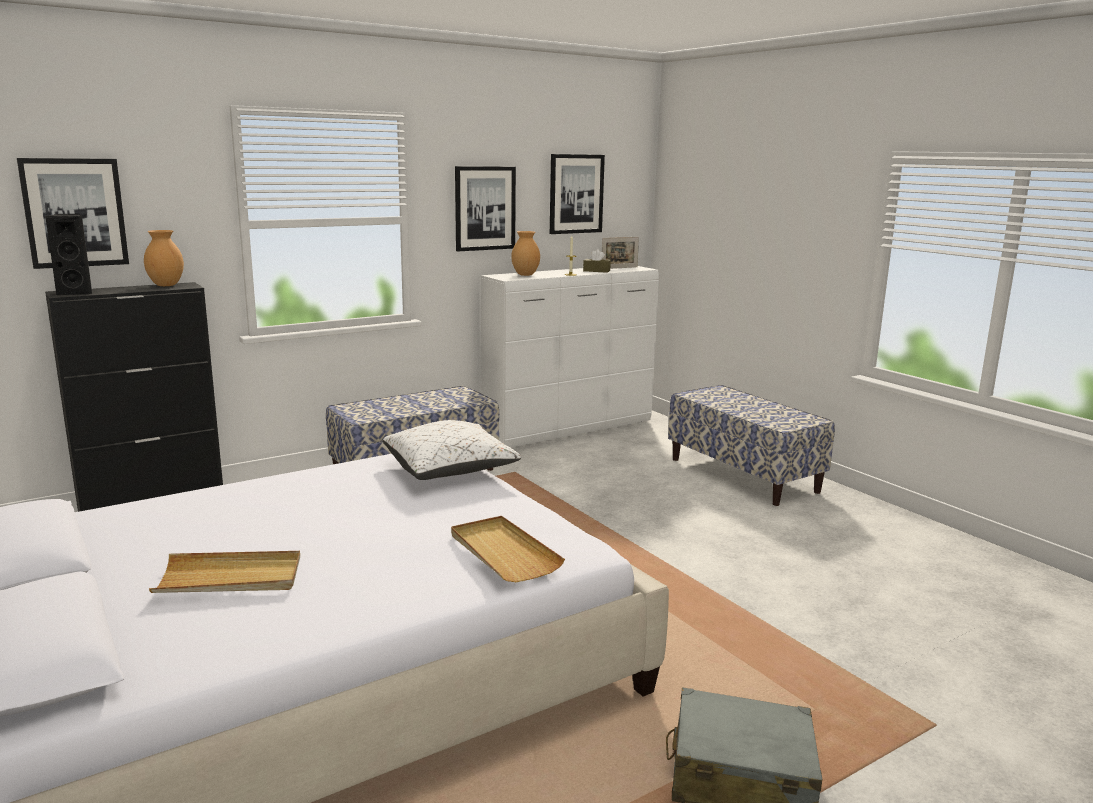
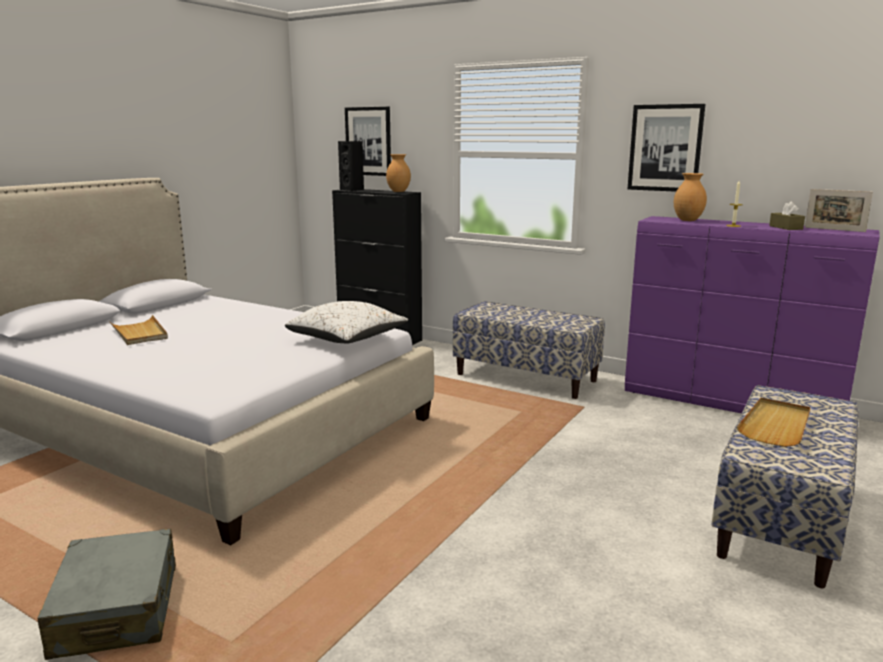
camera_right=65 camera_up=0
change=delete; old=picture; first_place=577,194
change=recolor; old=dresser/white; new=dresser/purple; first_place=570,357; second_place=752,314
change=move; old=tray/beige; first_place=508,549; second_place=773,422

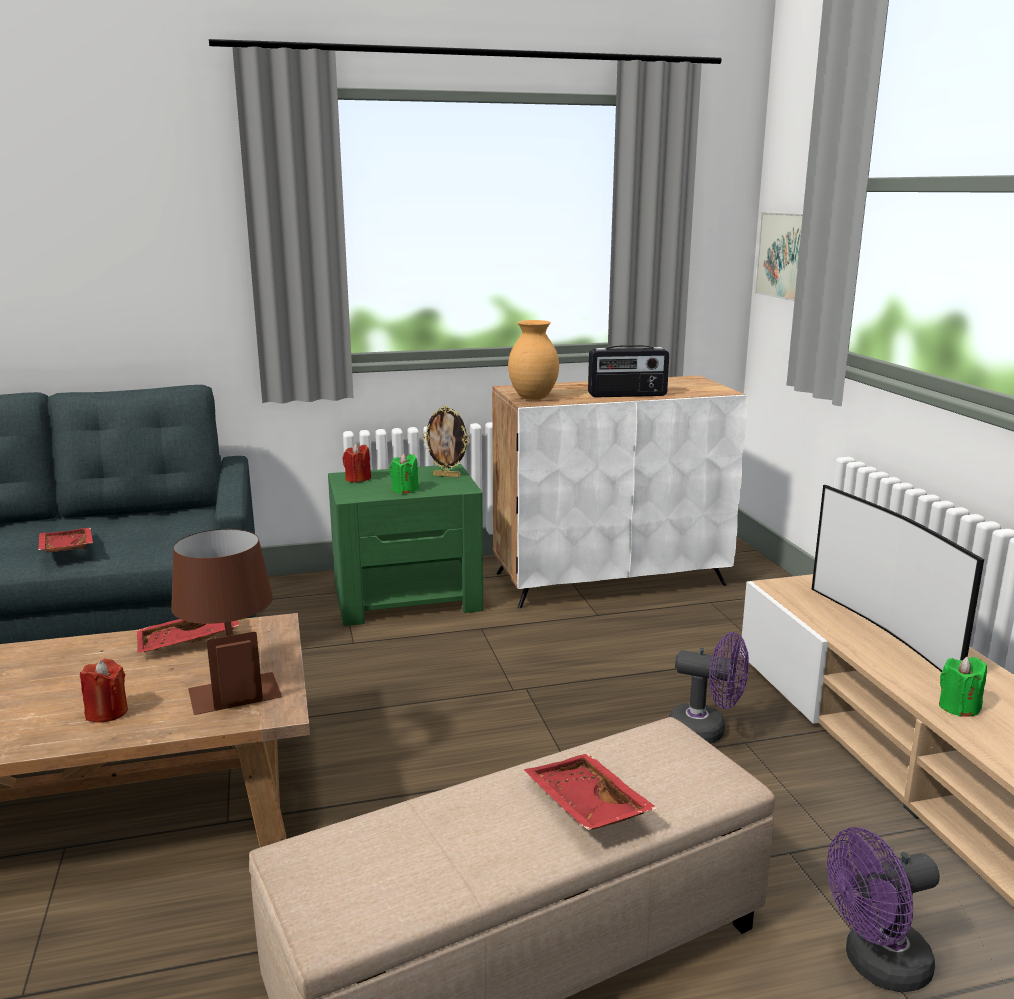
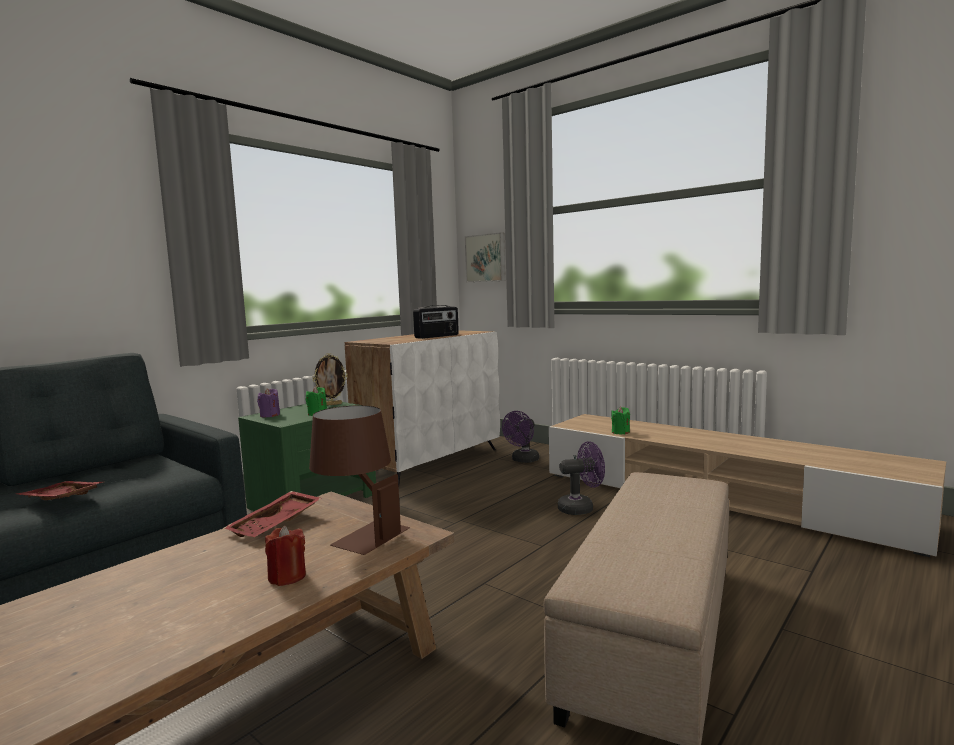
camera_right=-35 camera_up=-10
change=delete; old=vase/brown; first_place=533,360
change=recolor; old=candle/red; new=candle/purple; first_place=357,463; second_place=268,402
change=delete; old=television; first_place=898,578
change=move; old=candle/green; first_place=963,687; second_place=620,420
change=delete; old=tray/red; first_place=590,791
change=move; old=fan/purple; first_place=883,909; second_place=520,437

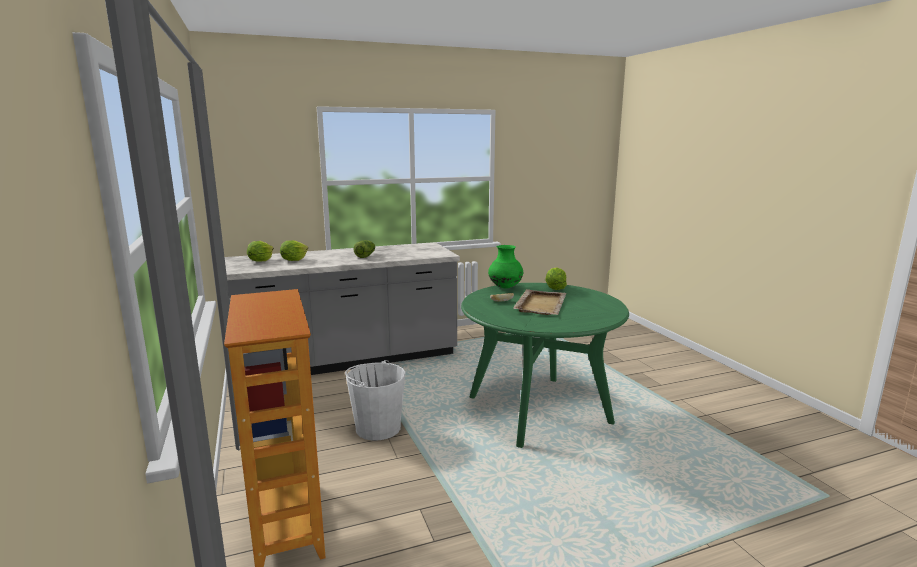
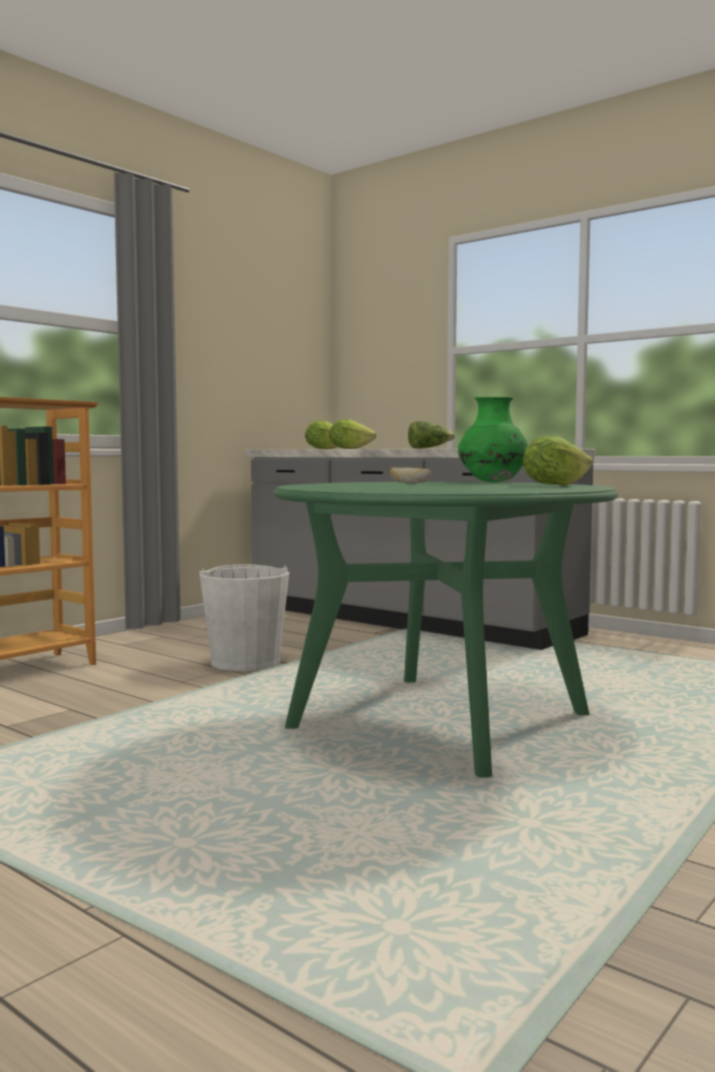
camera_right=60 camera_up=-10
change=delete; old=tray/beige; first_place=539,302

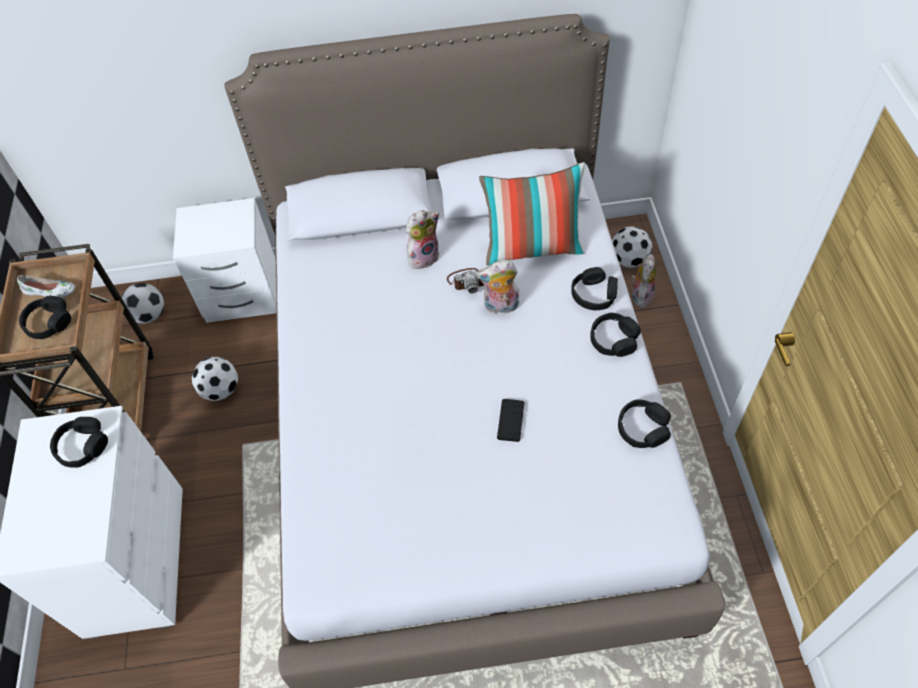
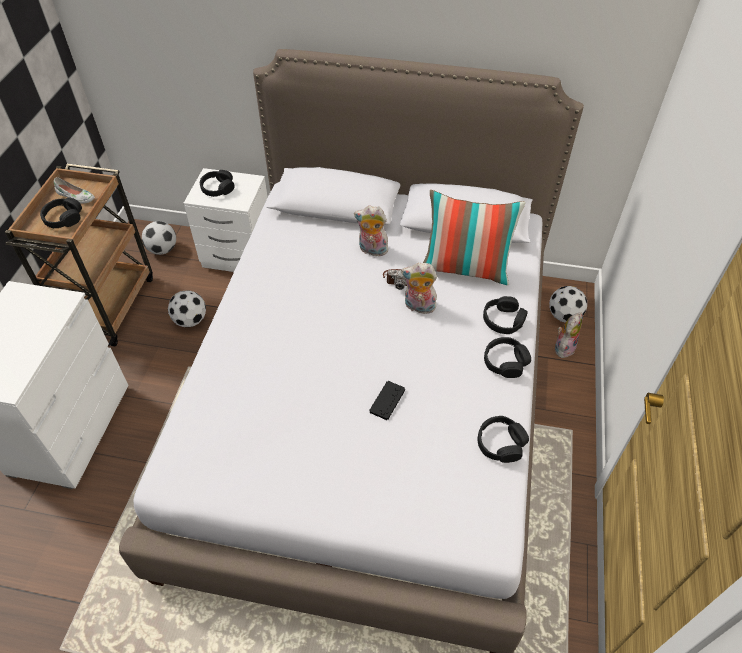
camera_right=15 camera_up=-5
change=rotate; old=plush toy; first_place=422,239; second_place=371,231; degrees=-150
change=move; old=headphones/black; first_place=79,442; second_place=217,183

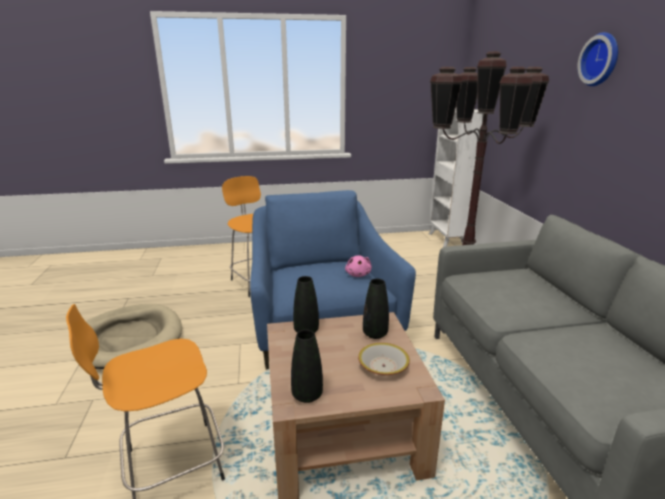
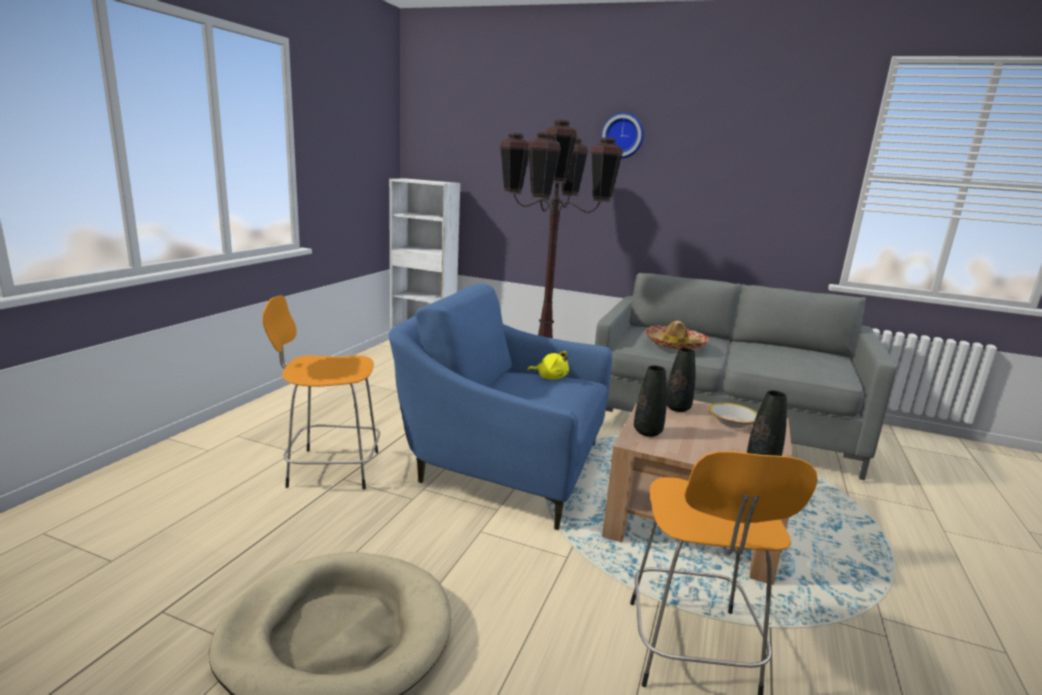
camera_right=-60 camera_up=-5
change=recolor; old=plush toy/pink; new=plush toy/yellow; first_place=358,266; second_place=548,365
change=insert; new=hat; second_place=677,335

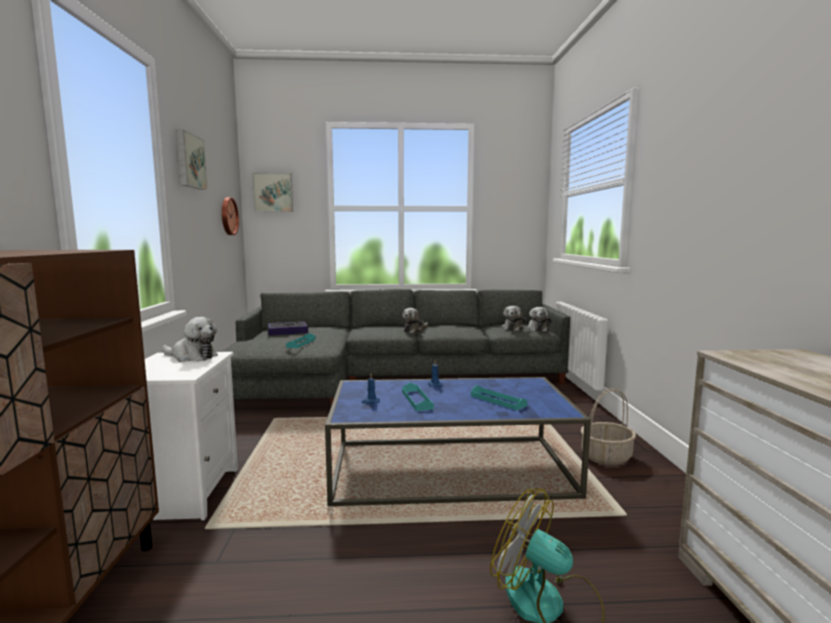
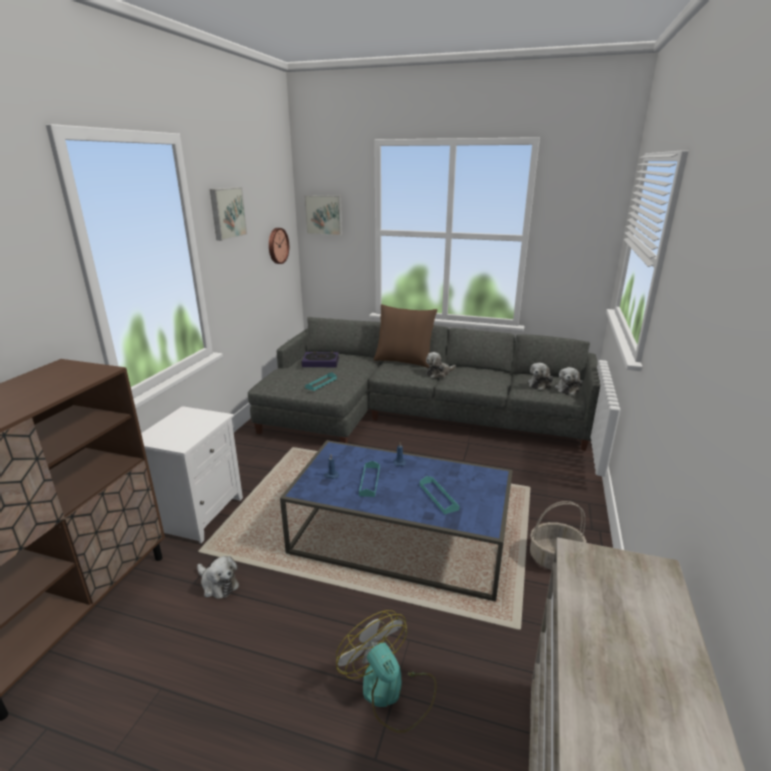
camera_right=20 camera_up=15
change=move; old=plush toy; first_place=190,339; second_place=218,577
change=insert; new=pillow/brown; second_place=405,336

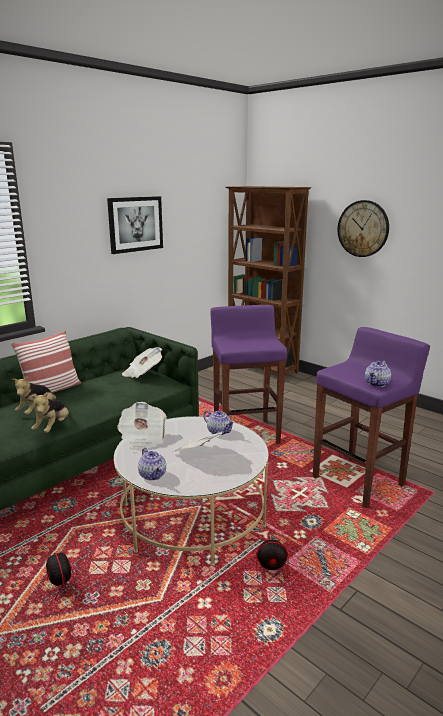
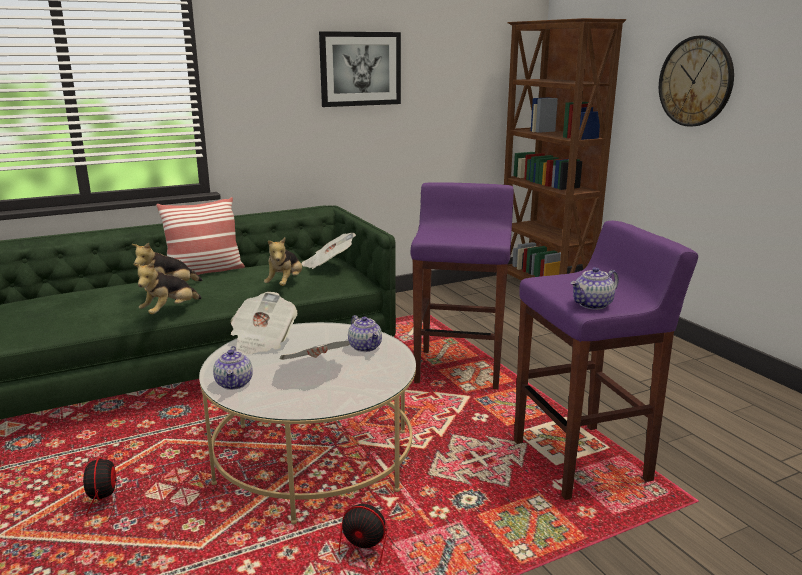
camera_right=20 camera_up=0
change=insert; new=plush toy; second_place=283,262

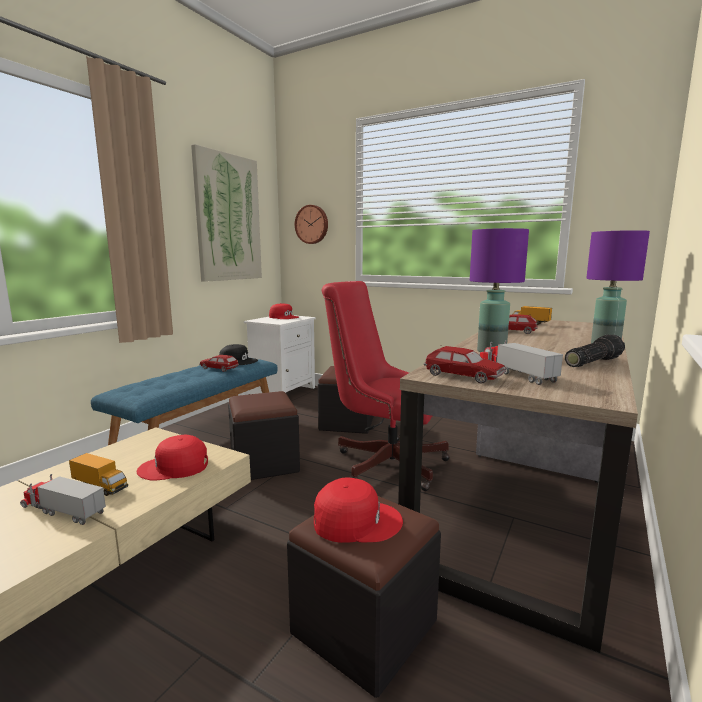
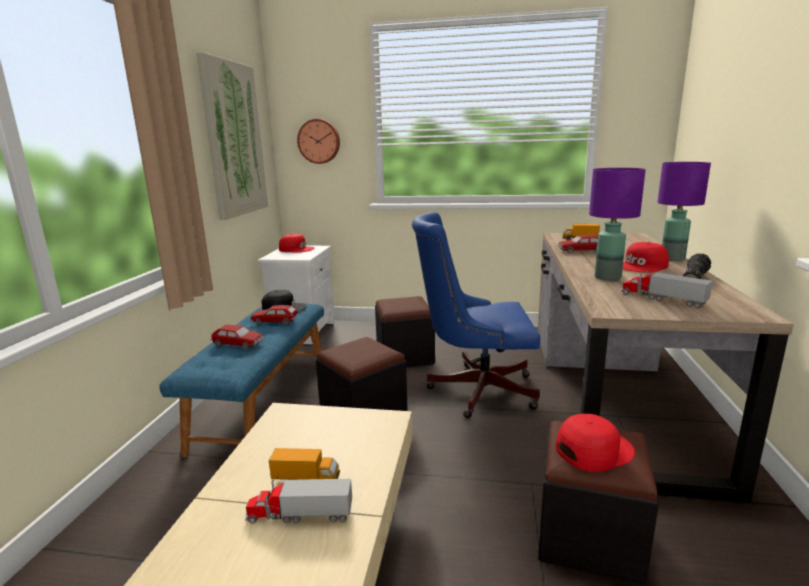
camera_right=-20 camera_up=5
change=recolor; old=office chair/red; new=office chair/blue; first_place=386,386; second_place=476,315
change=move; old=toy car; first_place=465,365; second_place=238,337
change=move; old=cap/red; first_place=172,458; second_place=646,257

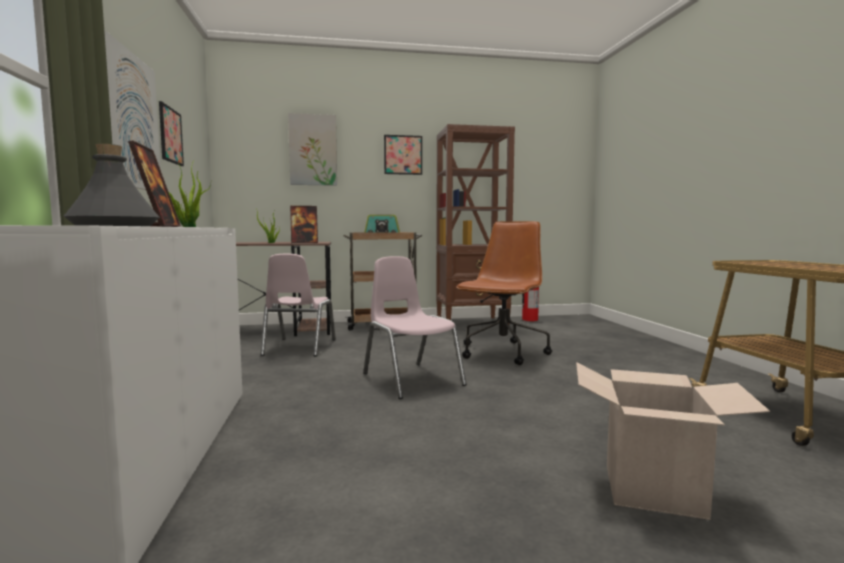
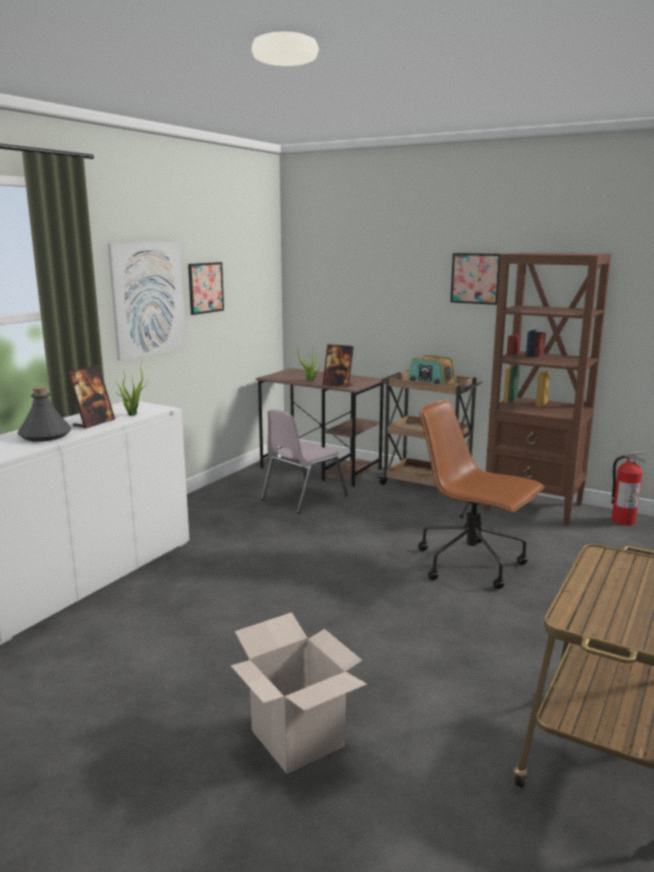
camera_right=40 camera_up=10
change=delete; old=picture; first_place=312,149
change=rotate; old=office chair/brown; first_place=504,293; second_place=481,494; degrees=-120
change=delete; old=chair/pink; first_place=415,327

